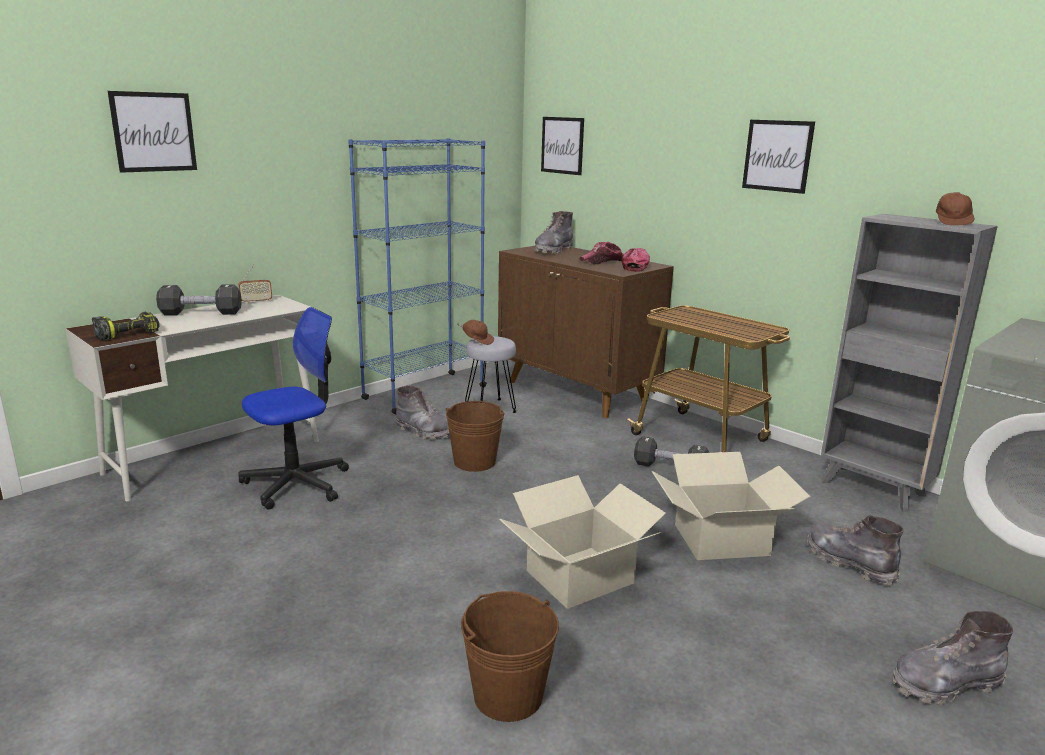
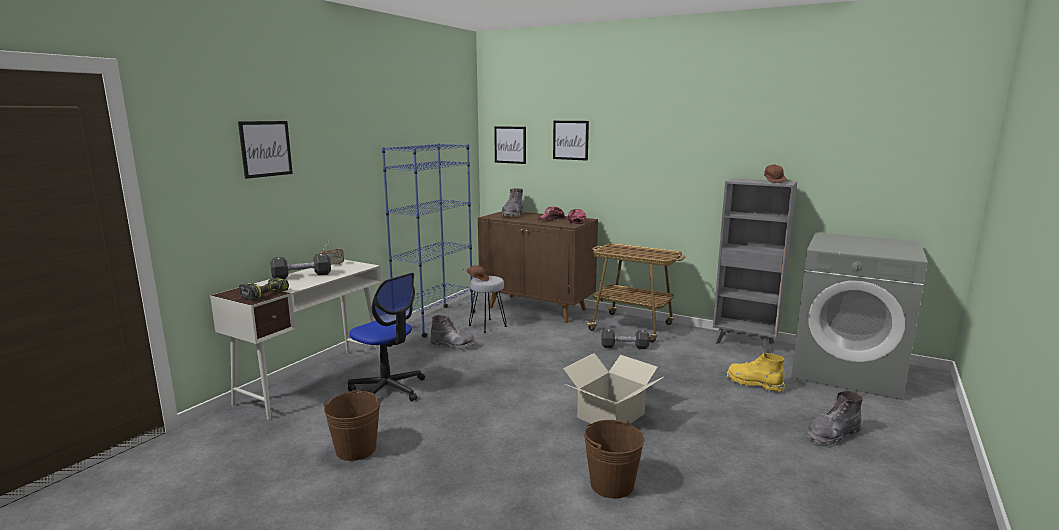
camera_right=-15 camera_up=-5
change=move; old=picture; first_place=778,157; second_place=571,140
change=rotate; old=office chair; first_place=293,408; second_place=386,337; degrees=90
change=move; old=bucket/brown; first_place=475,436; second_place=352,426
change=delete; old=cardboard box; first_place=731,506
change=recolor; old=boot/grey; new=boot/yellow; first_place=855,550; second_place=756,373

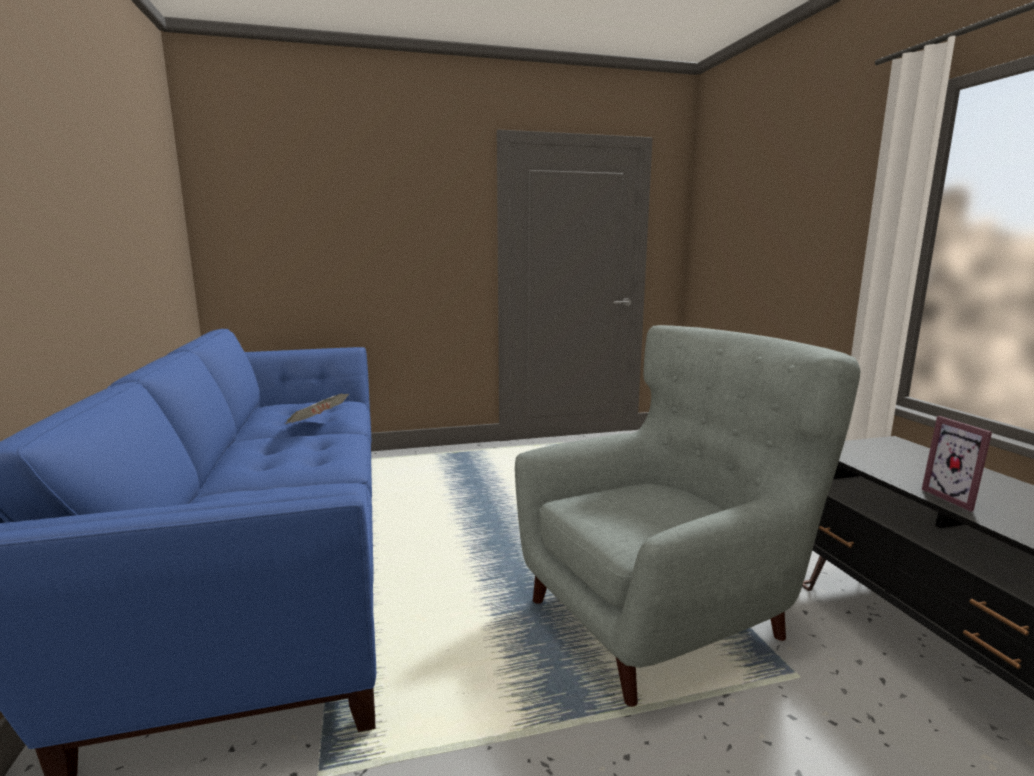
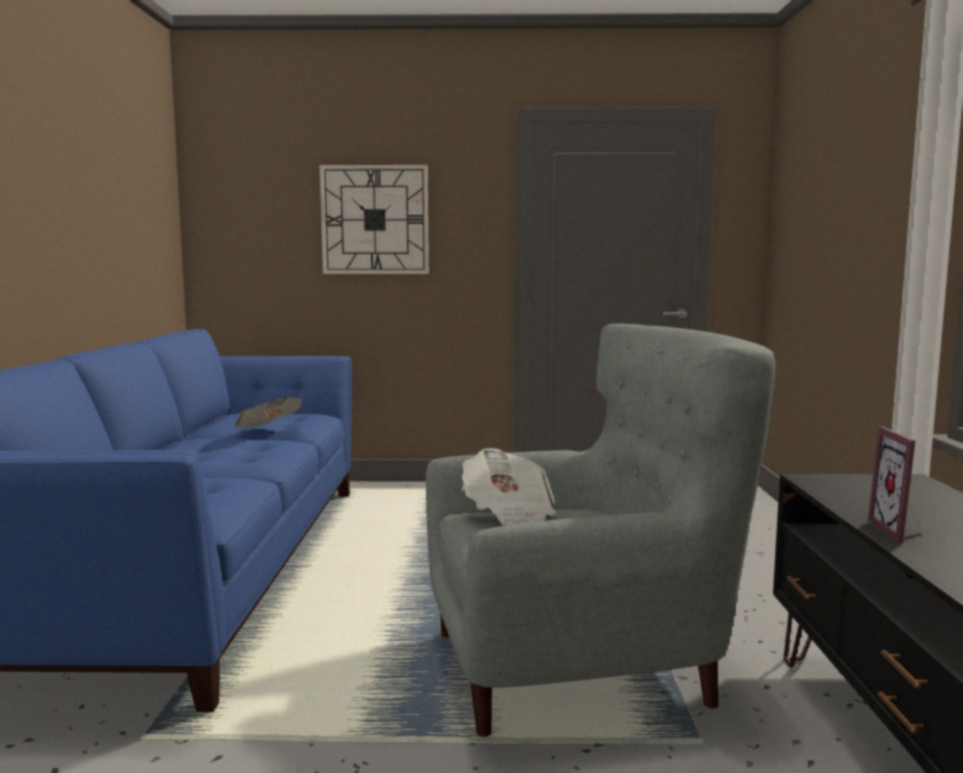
camera_right=15 camera_up=-5
change=insert; new=wall clock; second_place=374,219
change=insert; new=newspaper; second_place=509,487

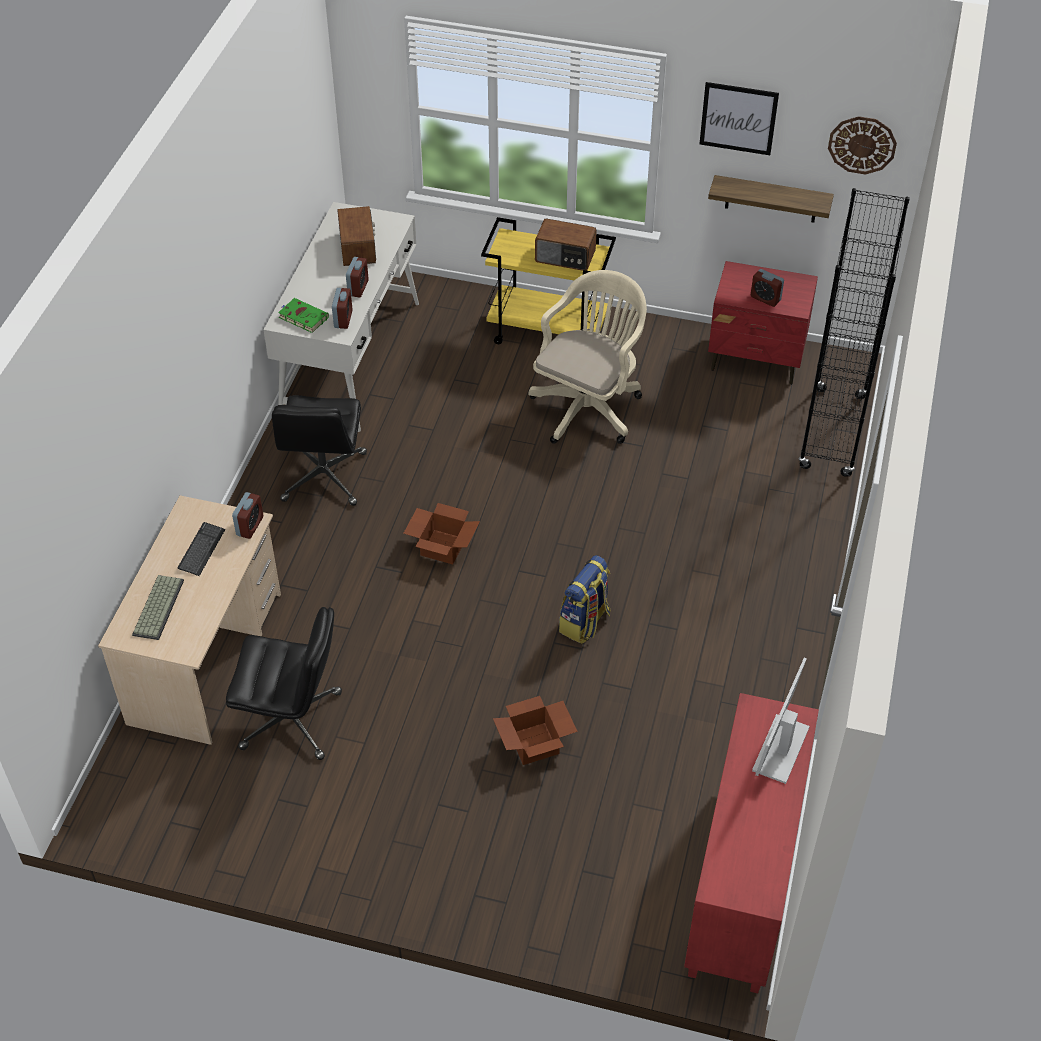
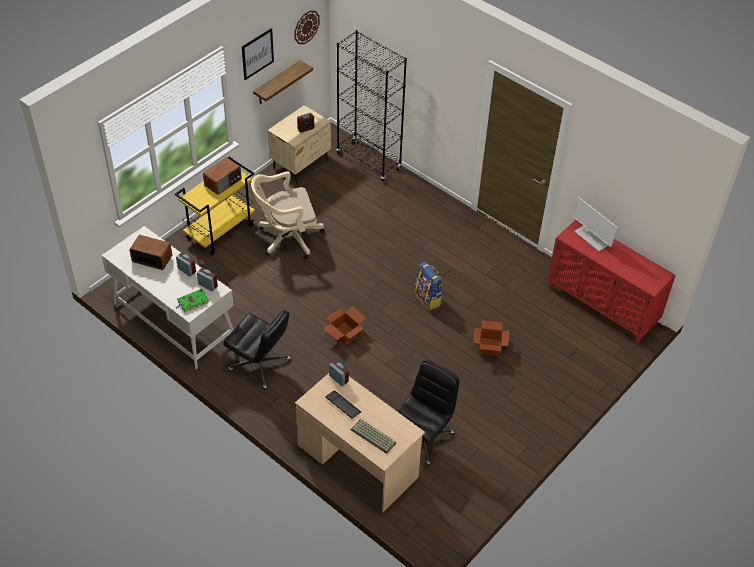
camera_right=-65 camera_up=0
change=recolor; old=nightstand/red; new=nightstand/beige; first_place=763,323; second_place=299,144
change=rotate; old=office chair/beige; first_place=587,357; second_place=288,215; degrees=-75

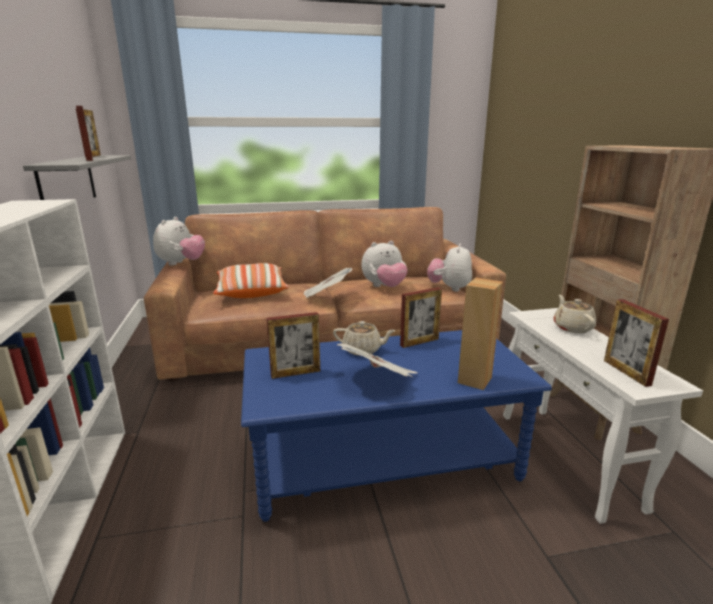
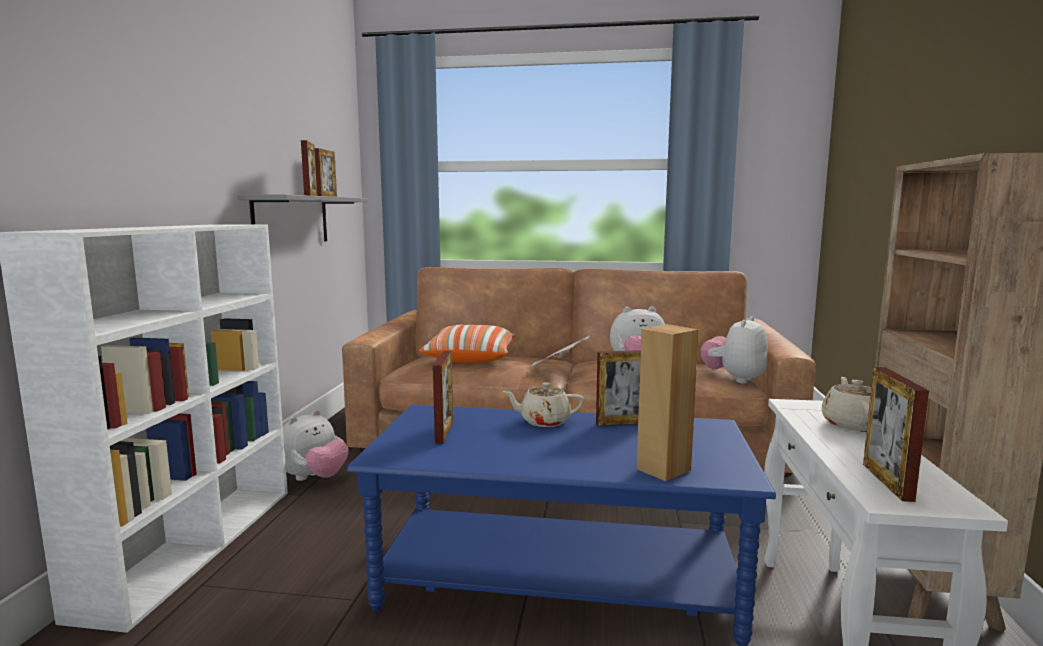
camera_right=20 camera_up=-10
change=move; old=plush toy; first_place=179,241; second_place=316,445
change=rotate; old=picture frame; first_place=293,345; second_place=443,397; degrees=-90
change=rotate; old=teapot/beige; first_place=364,338; second_place=543,404; degrees=150
change=delete; old=newspaper; first_place=377,360

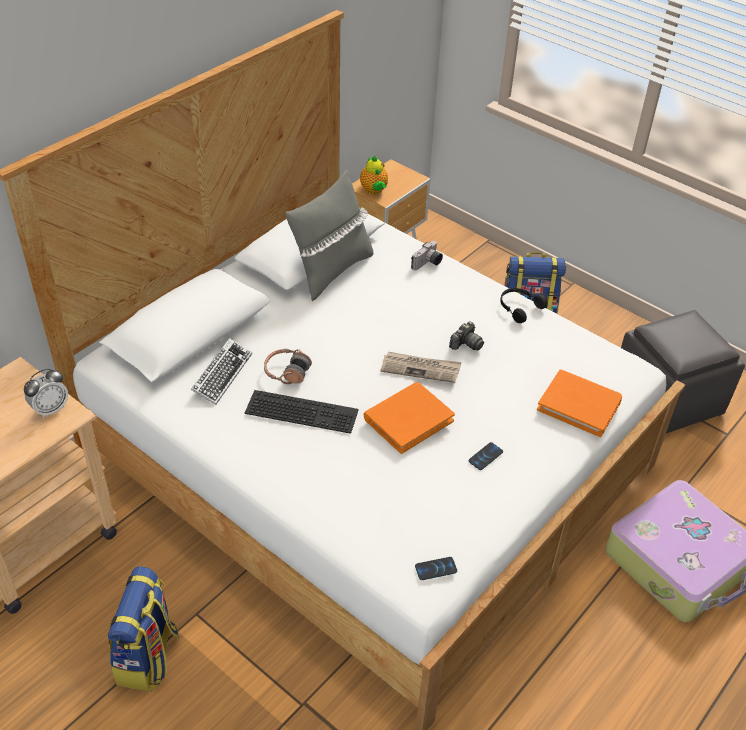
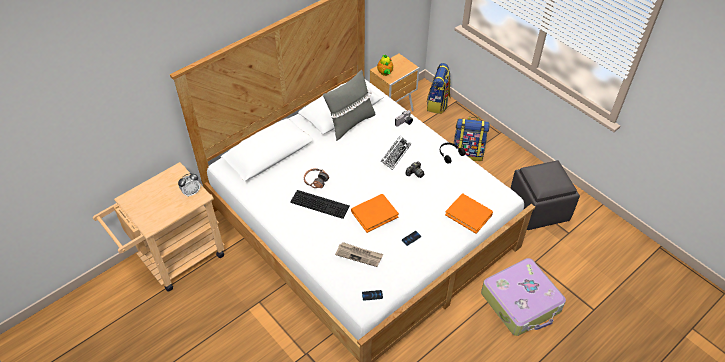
camera_right=10 camera_up=5
change=move; old=keyboard; first_place=221,371; second_place=396,152
change=move; old=newspaper; first_place=421,367; second_place=359,254
change=move; old=backpack; first_place=143,628; second_place=439,88

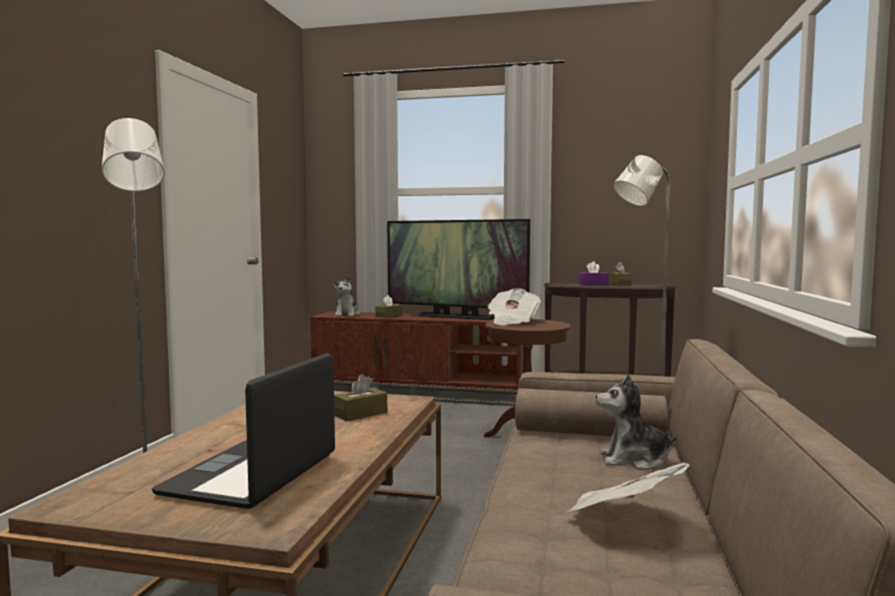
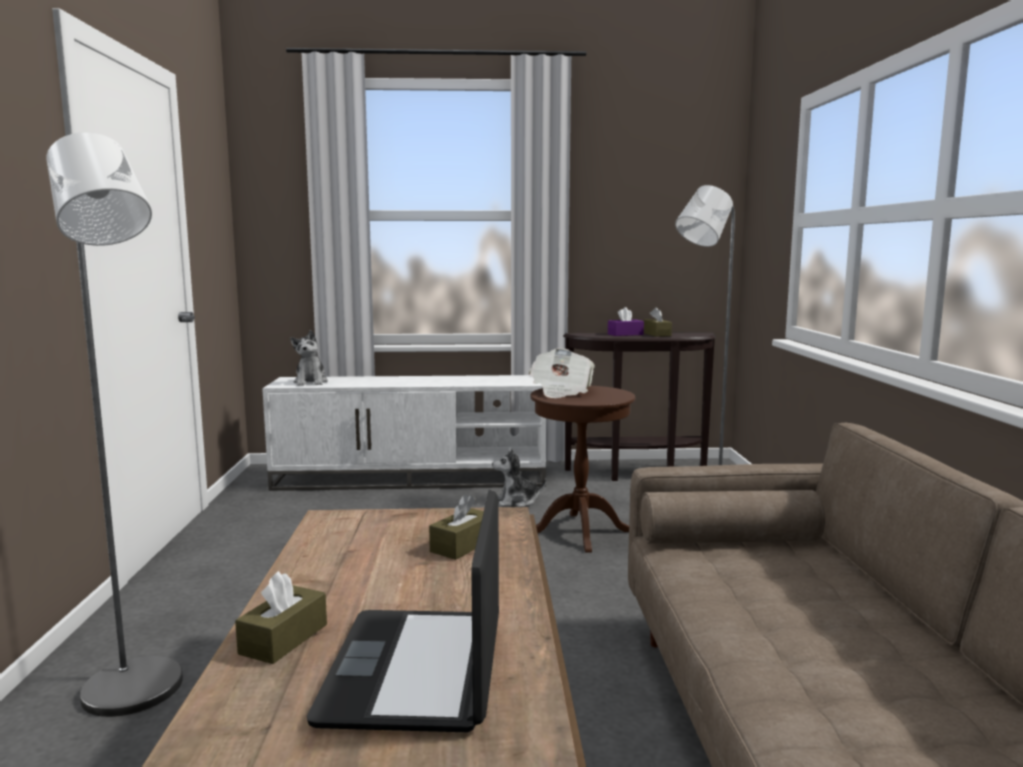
camera_right=-15 camera_up=5
change=delete; old=television; first_place=458,269
change=move; old=tissue box/brown; first_place=388,306; second_place=281,617
change=recolor; old=tv stand/brown; new=tv stand/white; first_place=417,358; second_place=404,433
change=move; old=plush toy; first_place=636,422; second_place=519,477
change=delete; old=newspaper; first_place=627,487

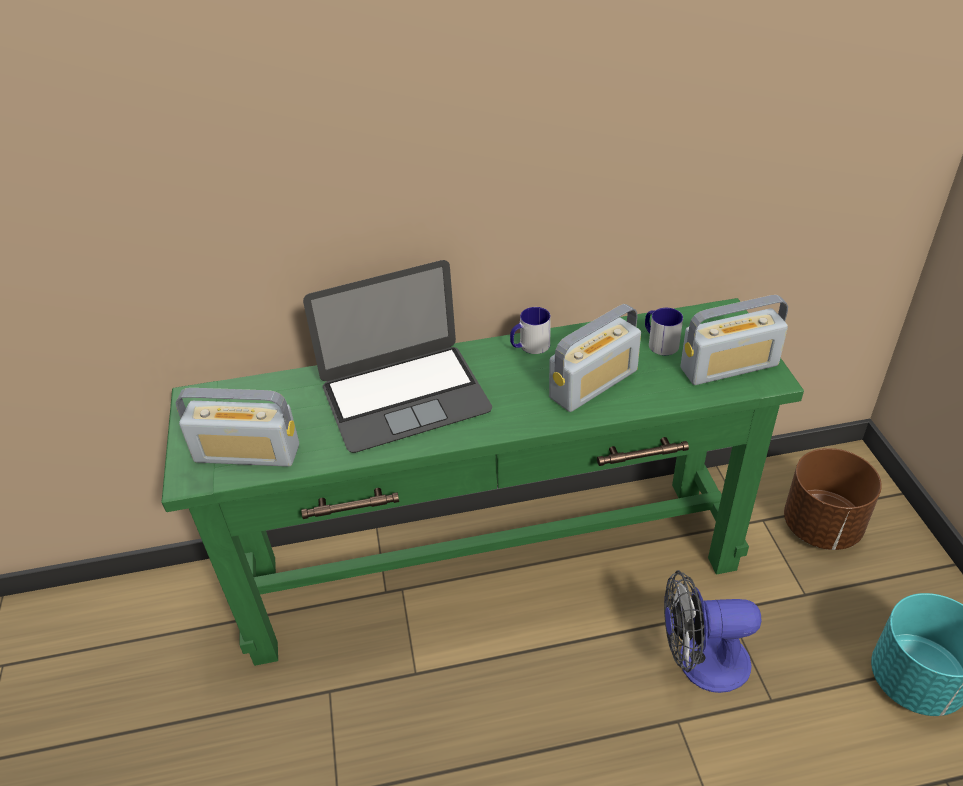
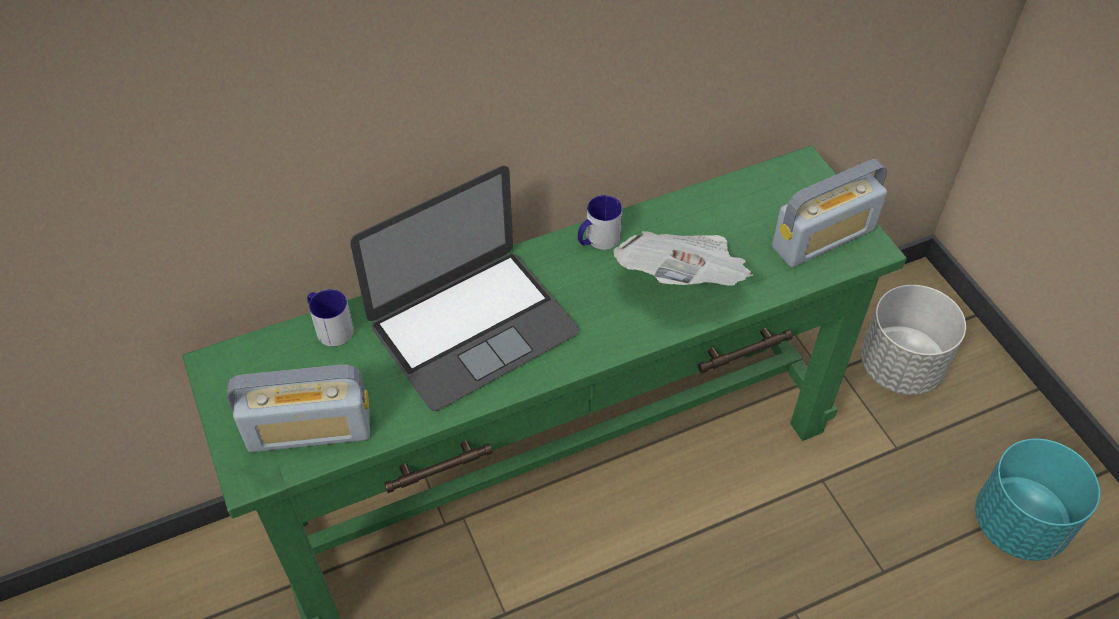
camera_right=-15 camera_up=10
change=replace; old=radio; new=newspaper; first_place=595,358; second_place=683,258
change=move; old=mug; first_place=664,331; second_place=330,318
change=recolor; old=planter/brown; new=planter/grey; first_place=833,499; second_place=913,340
change=delete; old=fan; first_place=712,631

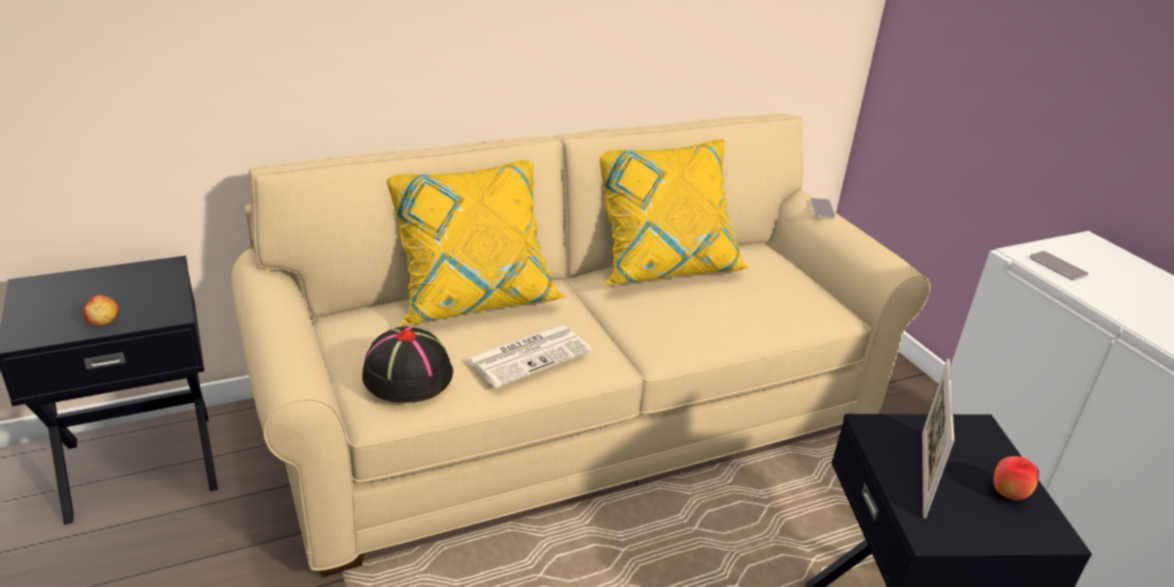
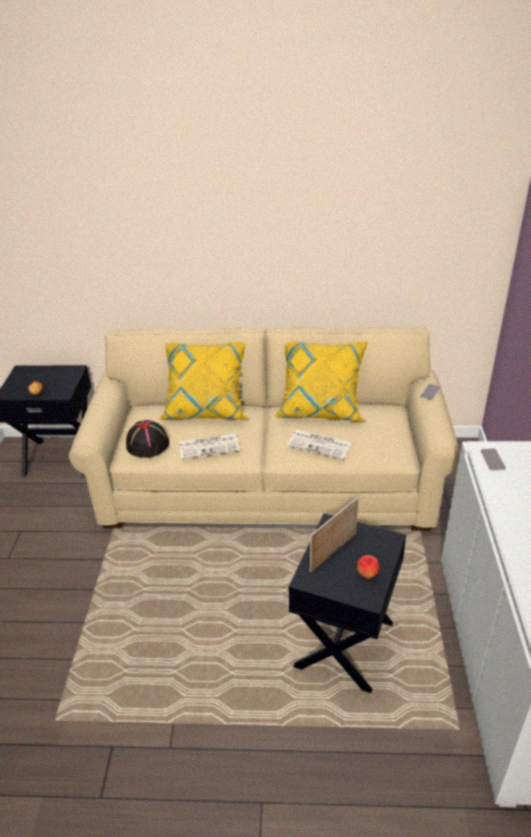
camera_right=30 camera_up=5
change=insert; new=newspaper; second_place=319,444

